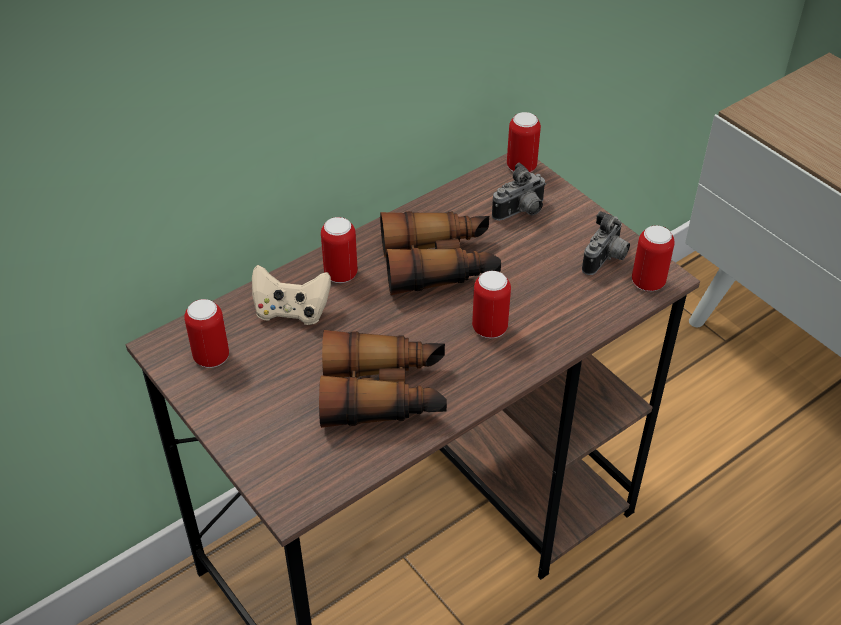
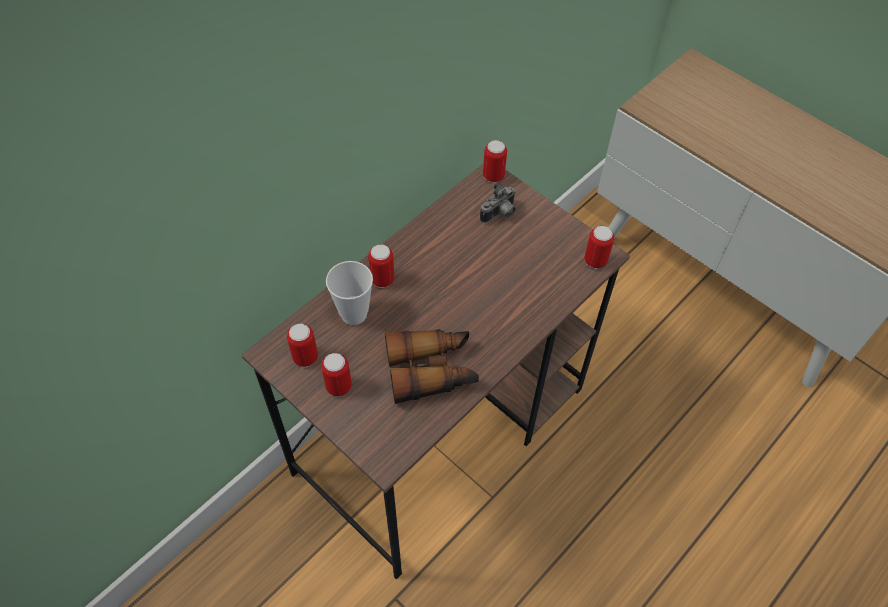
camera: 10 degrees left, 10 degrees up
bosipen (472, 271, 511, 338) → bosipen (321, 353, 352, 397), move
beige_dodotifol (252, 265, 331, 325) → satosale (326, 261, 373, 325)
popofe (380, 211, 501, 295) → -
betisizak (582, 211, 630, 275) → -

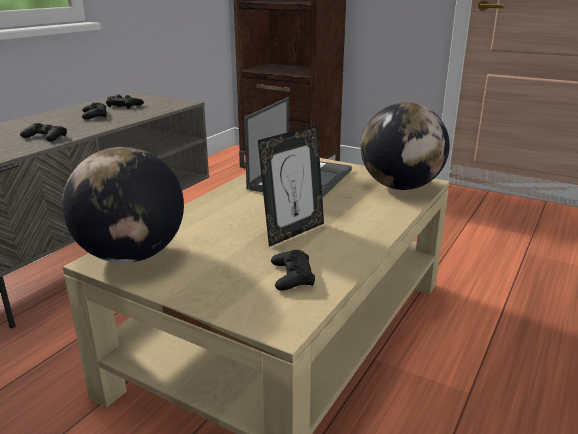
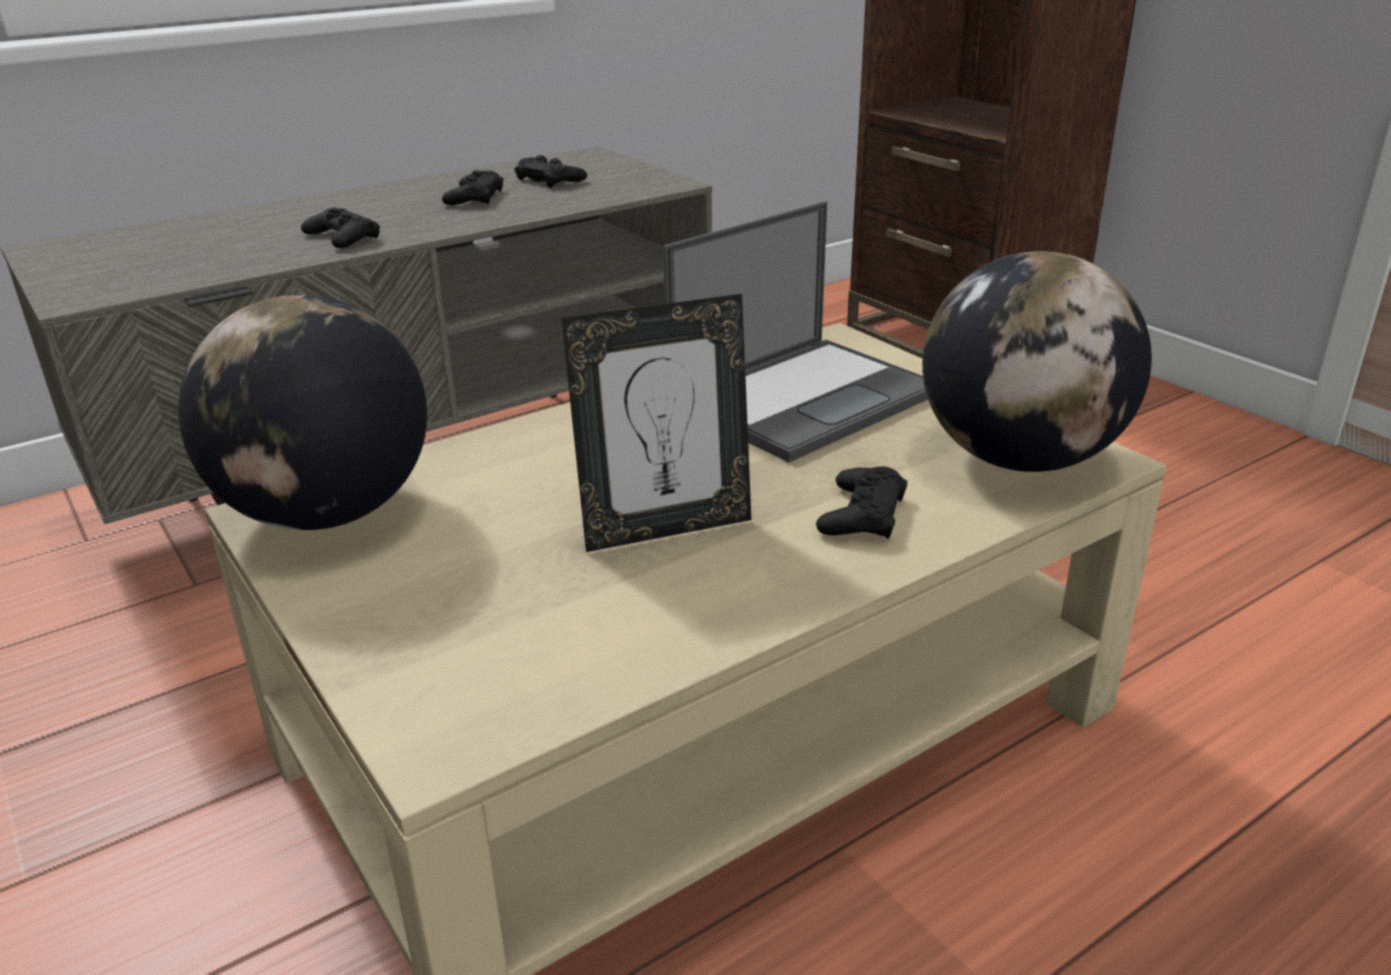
camera: 25 degrees right, 5 degrees up
black_dodotifol (271, 250, 315, 291) → black_dodotifol (816, 466, 907, 539), move

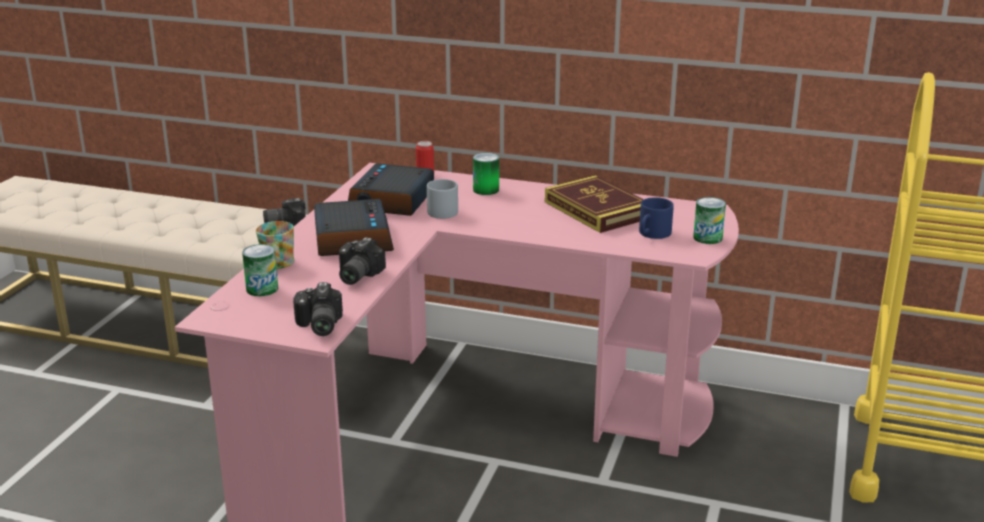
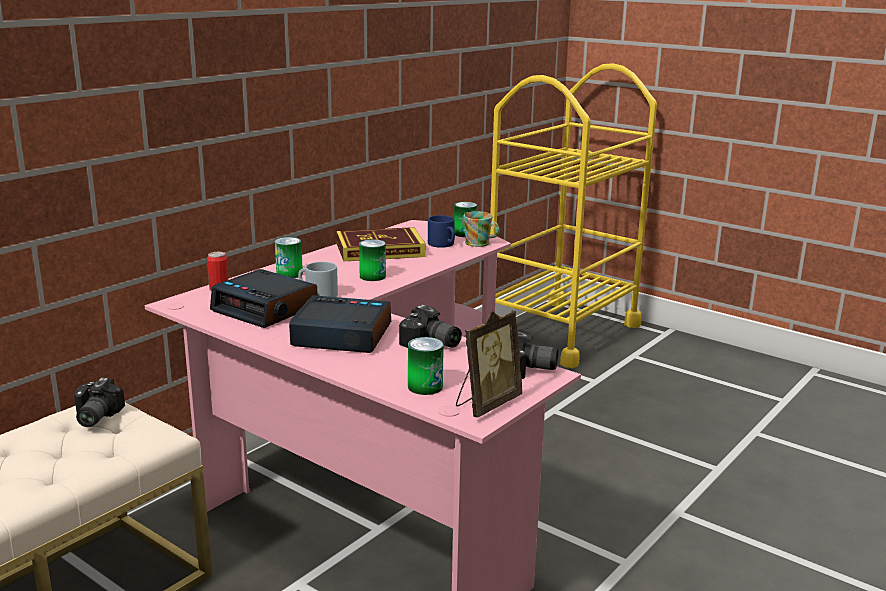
camera: 70 degrees left, 5 degrees down
- → bosipen (359, 239, 386, 281)
- → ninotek (456, 311, 522, 418)
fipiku (256, 221, 295, 269) → fipiku (464, 211, 500, 247), move

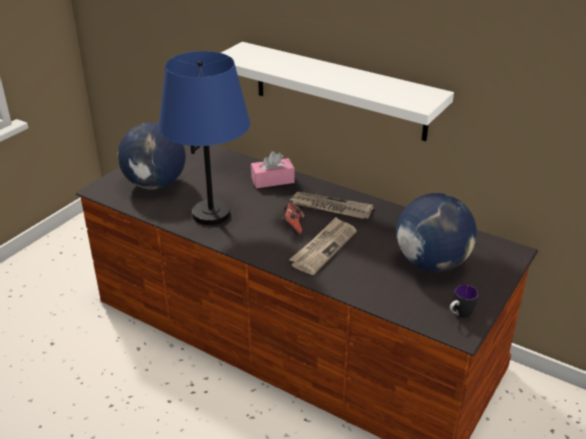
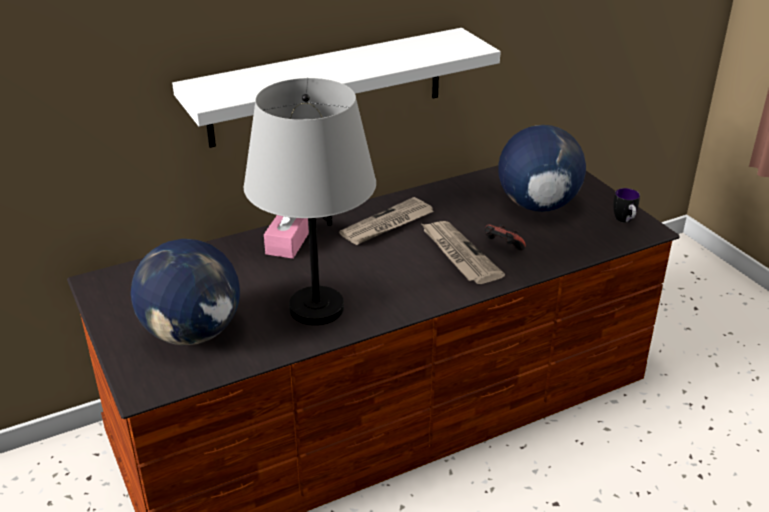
camera: 60 degrees left, 0 degrees up
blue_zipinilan (158, 51, 250, 225) → grey_zipinilan (244, 78, 376, 325)
dodotifol (282, 203, 304, 235) → dodotifol (485, 224, 526, 251), move

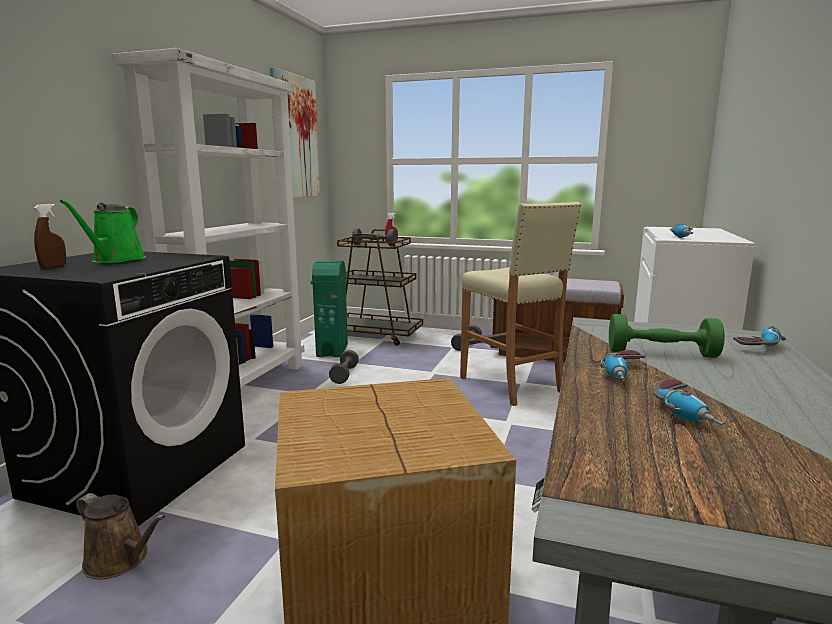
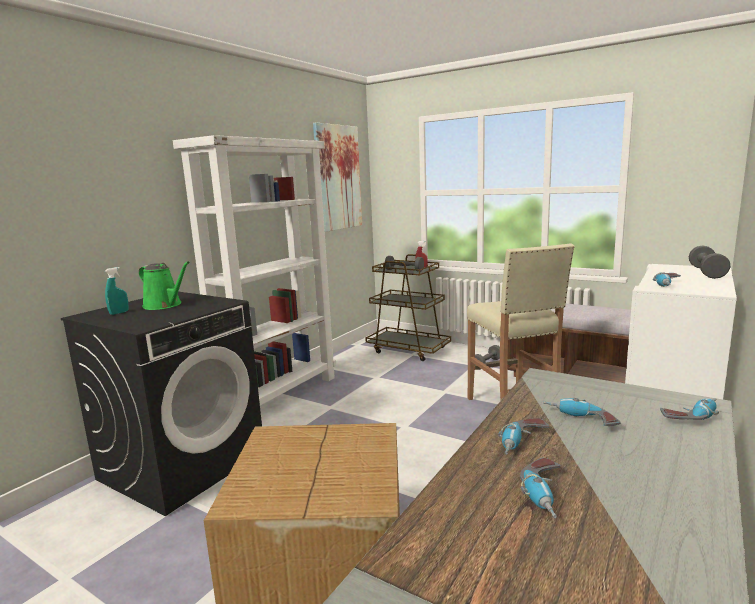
camera: 15 degrees right, 0 degrees up
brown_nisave (34, 204, 66, 268) → turquoise_nisave (105, 267, 129, 315)
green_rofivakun (60, 200, 146, 263) → green_rofivakun (139, 261, 190, 310), 75 degrees counterclockwise
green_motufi (609, 314, 725, 358) → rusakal (543, 398, 621, 426)
grey_motufi (329, 350, 359, 384) → grey_motufi (689, 245, 731, 279), move
brown_rofivakun (76, 493, 165, 579) → -
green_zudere (311, 260, 348, 357) → -

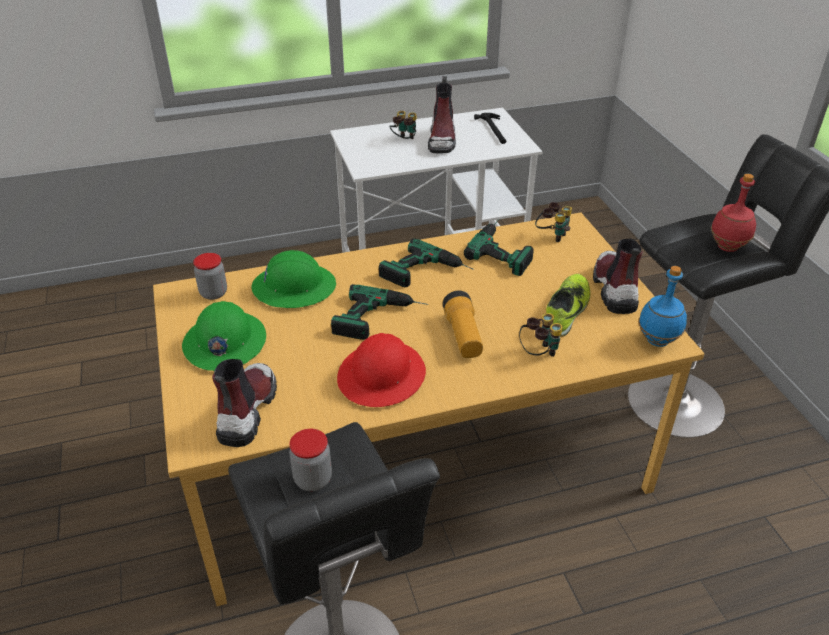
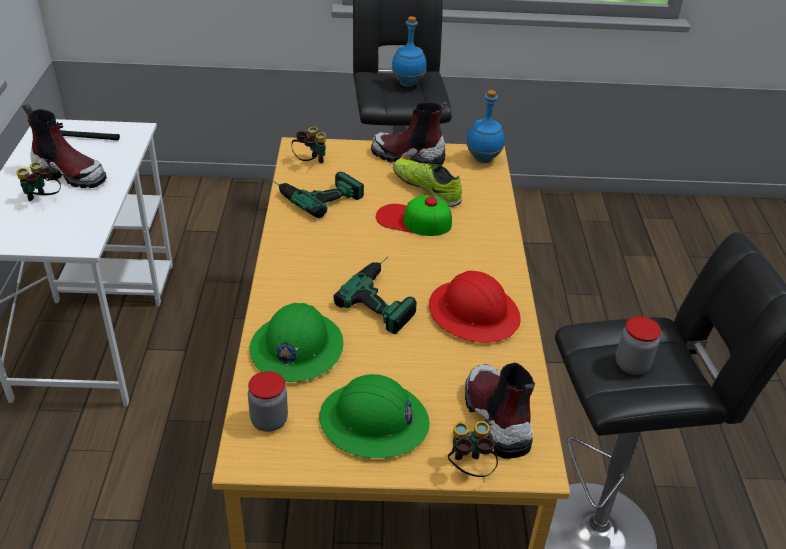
camera: 75 degrees left, 0 degrees up
- → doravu (376, 195, 452, 236)
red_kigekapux (711, 174, 756, 252) → blue_kigekapux (392, 16, 427, 87)
popofe (519, 313, 563, 357) → popofe (448, 421, 498, 477), move
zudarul (212, 359, 277, 447) → zudarul (465, 363, 535, 459), 45 degrees clockwise
rusakal (379, 238, 474, 287) → -
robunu (443, 291, 483, 358) → -

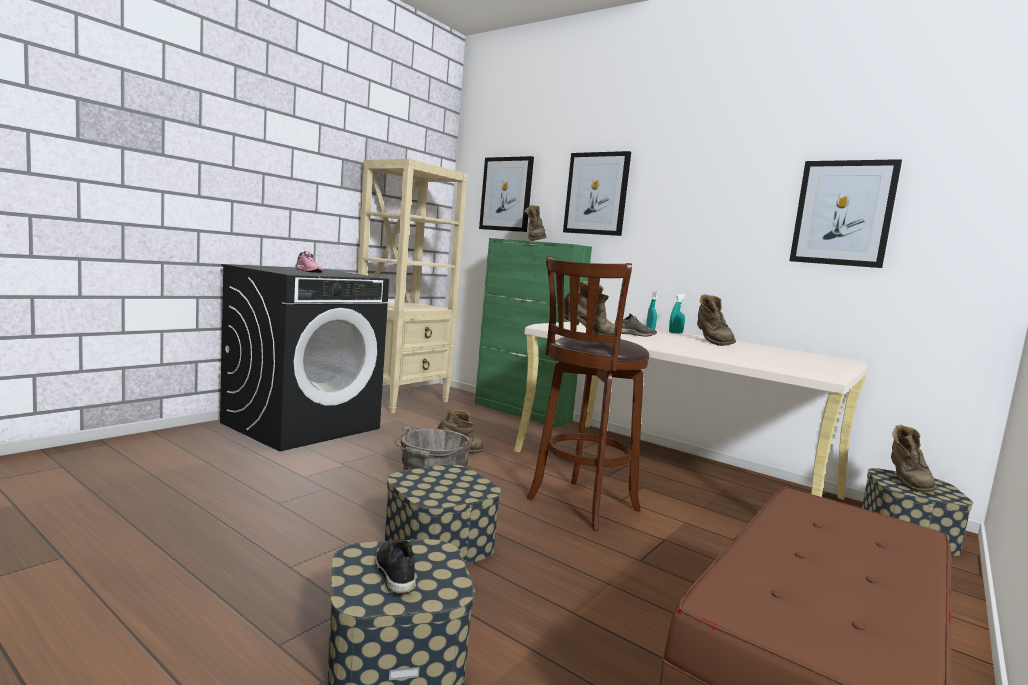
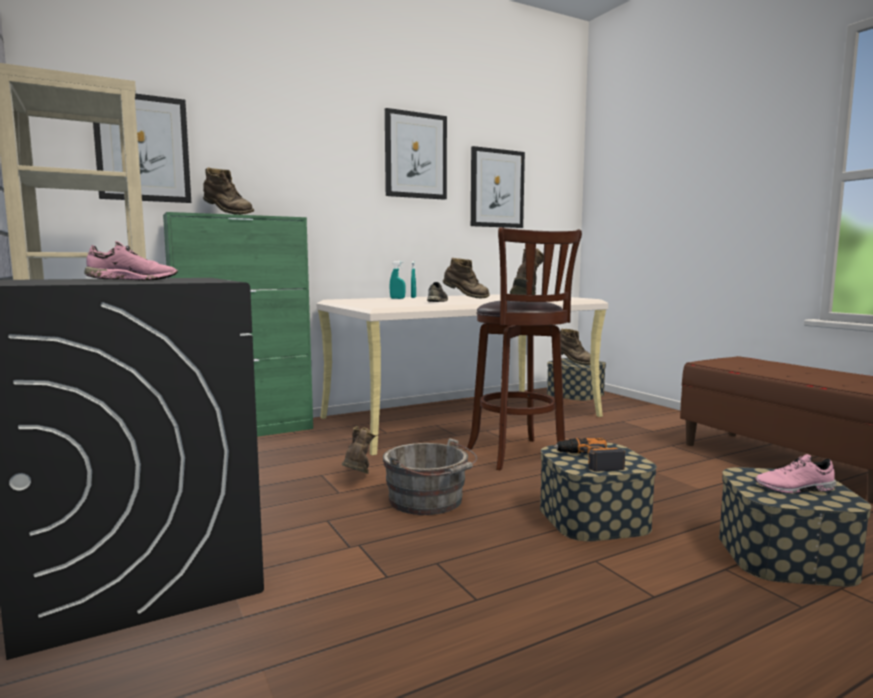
camera: 65 degrees left, 0 degrees up
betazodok (563, 151, 631, 236) → betazodok (385, 108, 447, 200), move
- → rusakal (554, 438, 625, 472)
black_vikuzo (375, 539, 416, 594) → pink_vikuzo (754, 454, 837, 494)

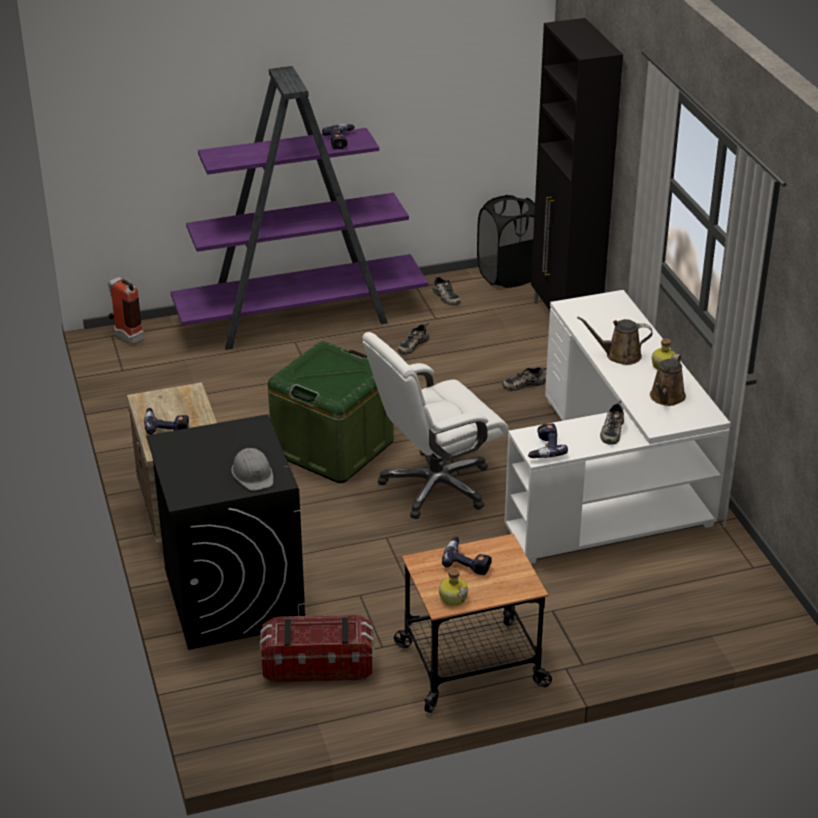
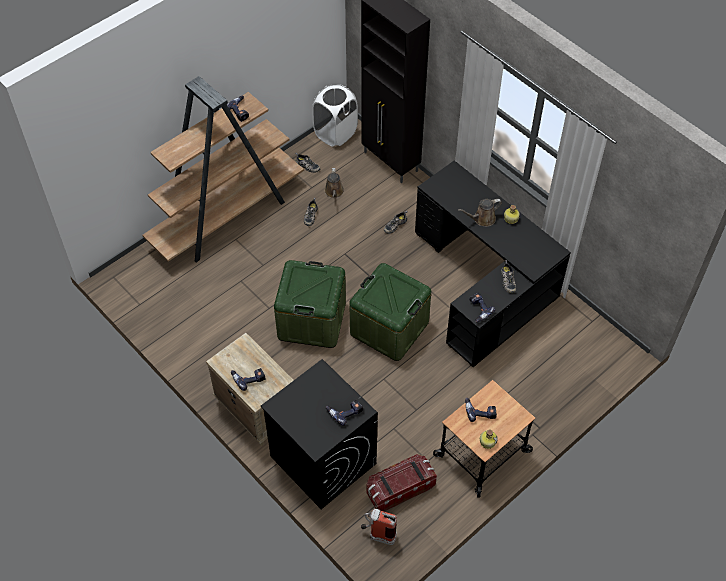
camera: 25 degrees left, 20 degrees up
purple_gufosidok (171, 66, 428, 350) → brown_gufosidok (143, 76, 304, 262)
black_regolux (477, 195, 535, 288) → white_regolux (312, 84, 358, 147)
brown_rofivakun (650, 354, 686, 406) → brown_rofivakun (325, 168, 344, 198), move
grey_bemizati (231, 448, 273, 491) → rusakal (326, 400, 363, 426)
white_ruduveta (362, 332, 509, 519) → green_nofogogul (349, 263, 431, 361)
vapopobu (108, 275, 144, 345) → vapopobu (361, 509, 397, 545), move
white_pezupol (505, 290, 730, 564) → black_pezupol (415, 160, 571, 367)

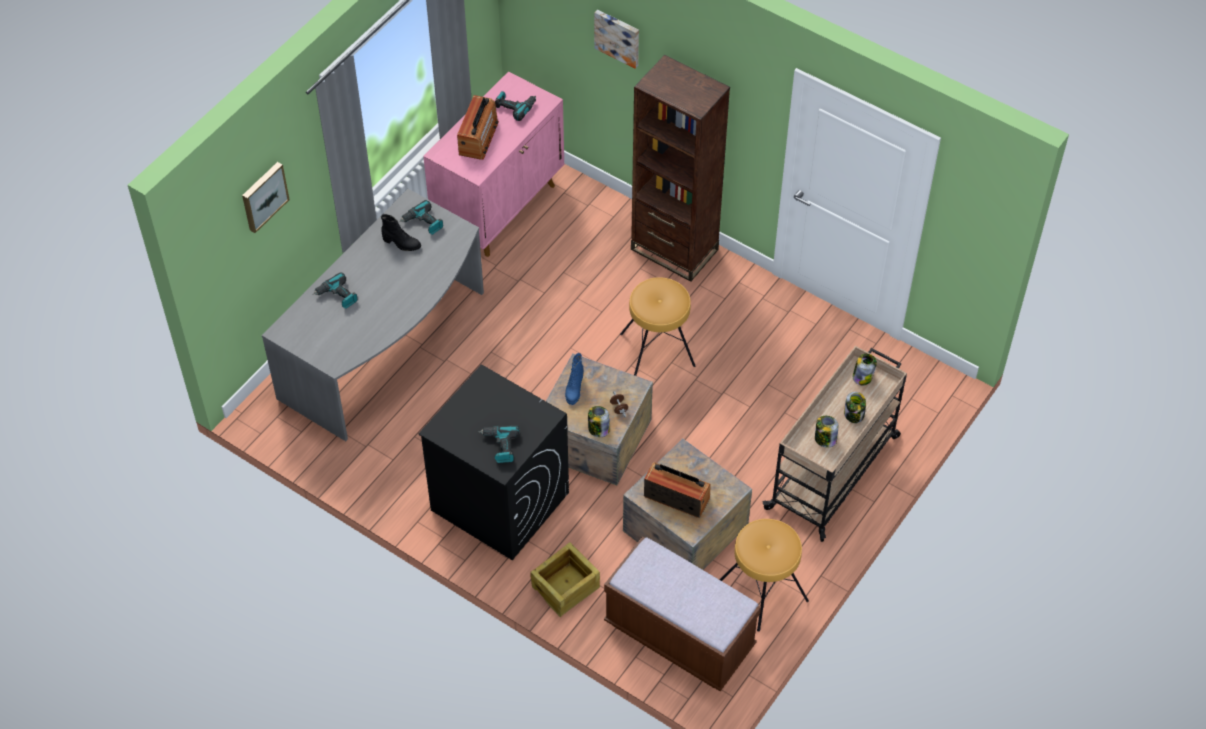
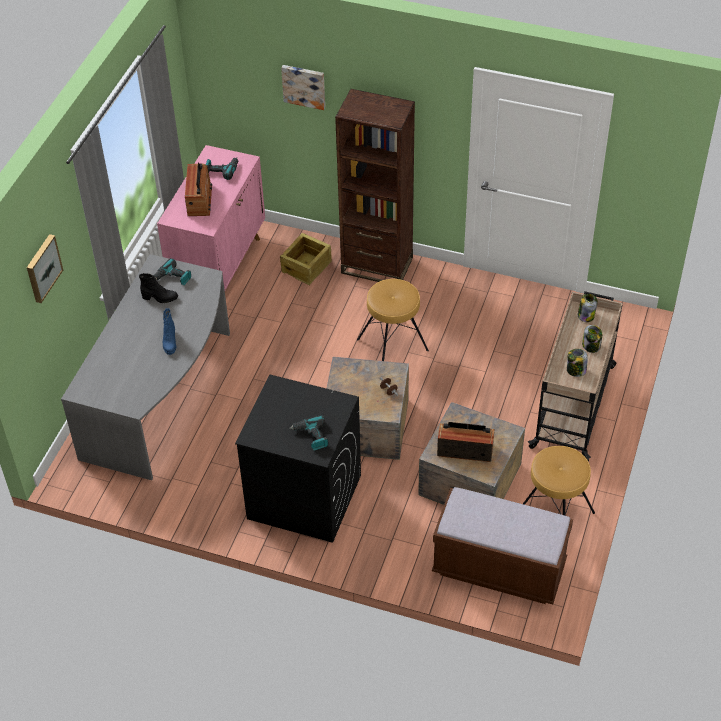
camera: 15 degrees left, 5 degrees down
blue_zudarul (565, 353, 584, 405) → blue_zudarul (163, 308, 177, 355), move
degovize (530, 542, 600, 618) → degovize (280, 233, 332, 285), move
rusakal (313, 272, 357, 309) → -
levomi (588, 406, 610, 437) → -

